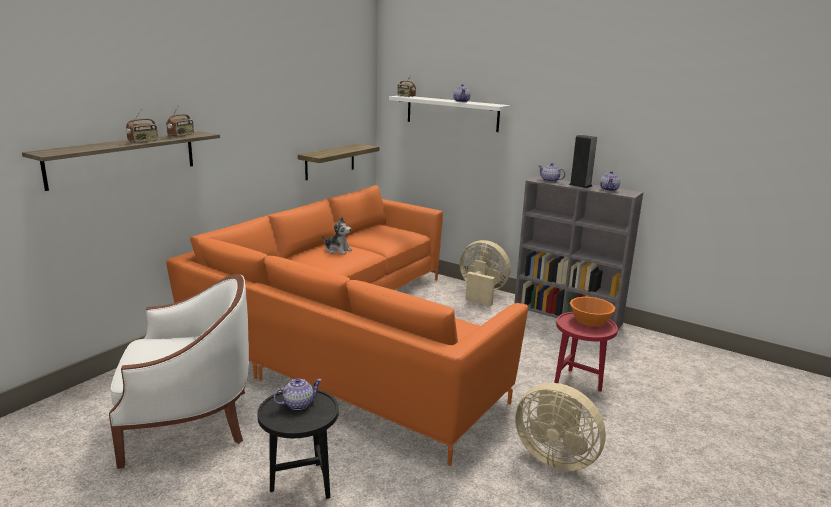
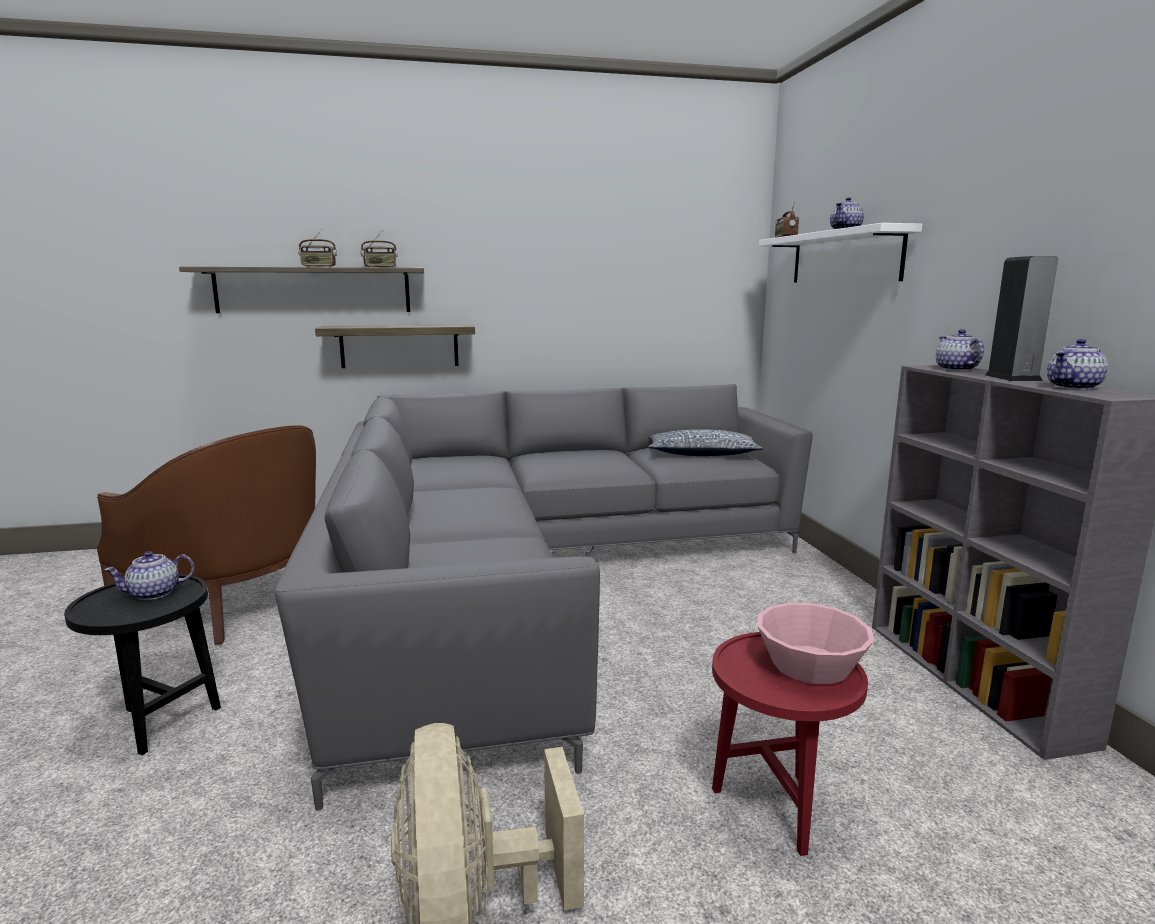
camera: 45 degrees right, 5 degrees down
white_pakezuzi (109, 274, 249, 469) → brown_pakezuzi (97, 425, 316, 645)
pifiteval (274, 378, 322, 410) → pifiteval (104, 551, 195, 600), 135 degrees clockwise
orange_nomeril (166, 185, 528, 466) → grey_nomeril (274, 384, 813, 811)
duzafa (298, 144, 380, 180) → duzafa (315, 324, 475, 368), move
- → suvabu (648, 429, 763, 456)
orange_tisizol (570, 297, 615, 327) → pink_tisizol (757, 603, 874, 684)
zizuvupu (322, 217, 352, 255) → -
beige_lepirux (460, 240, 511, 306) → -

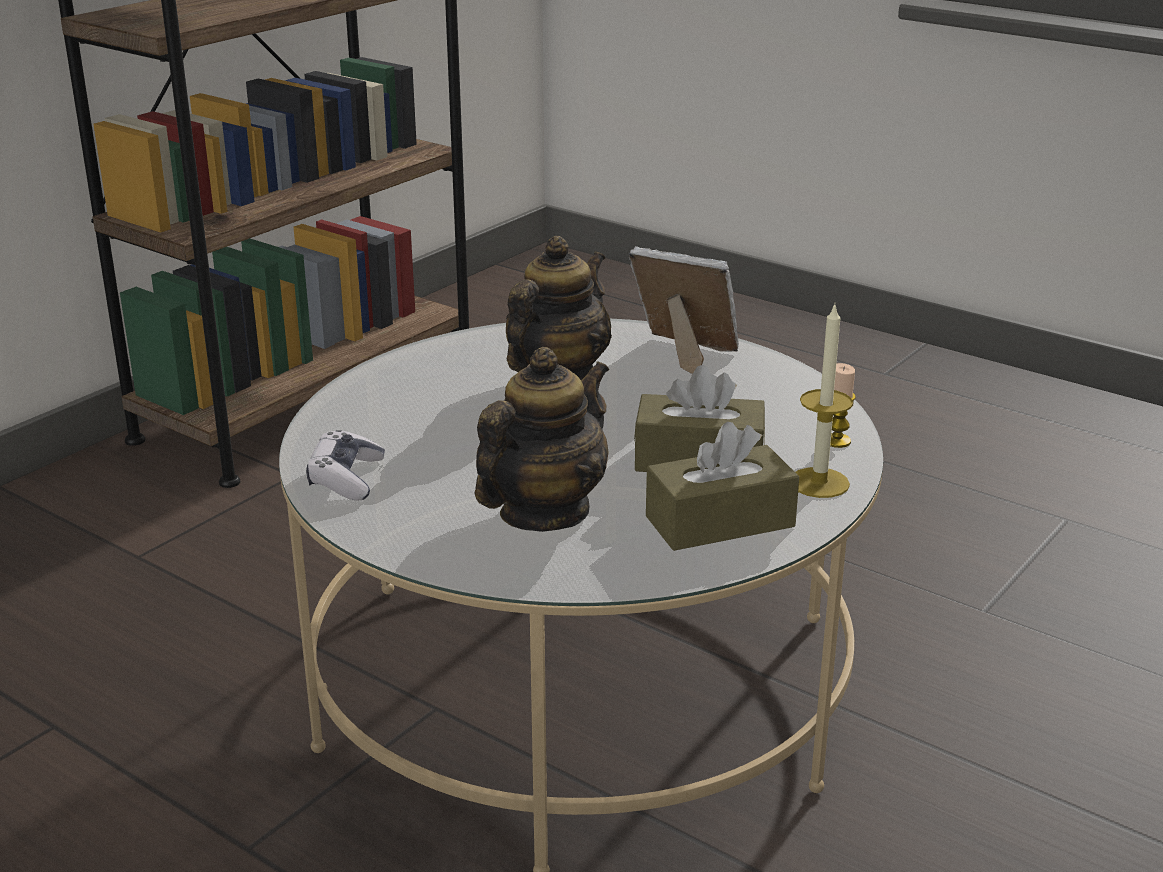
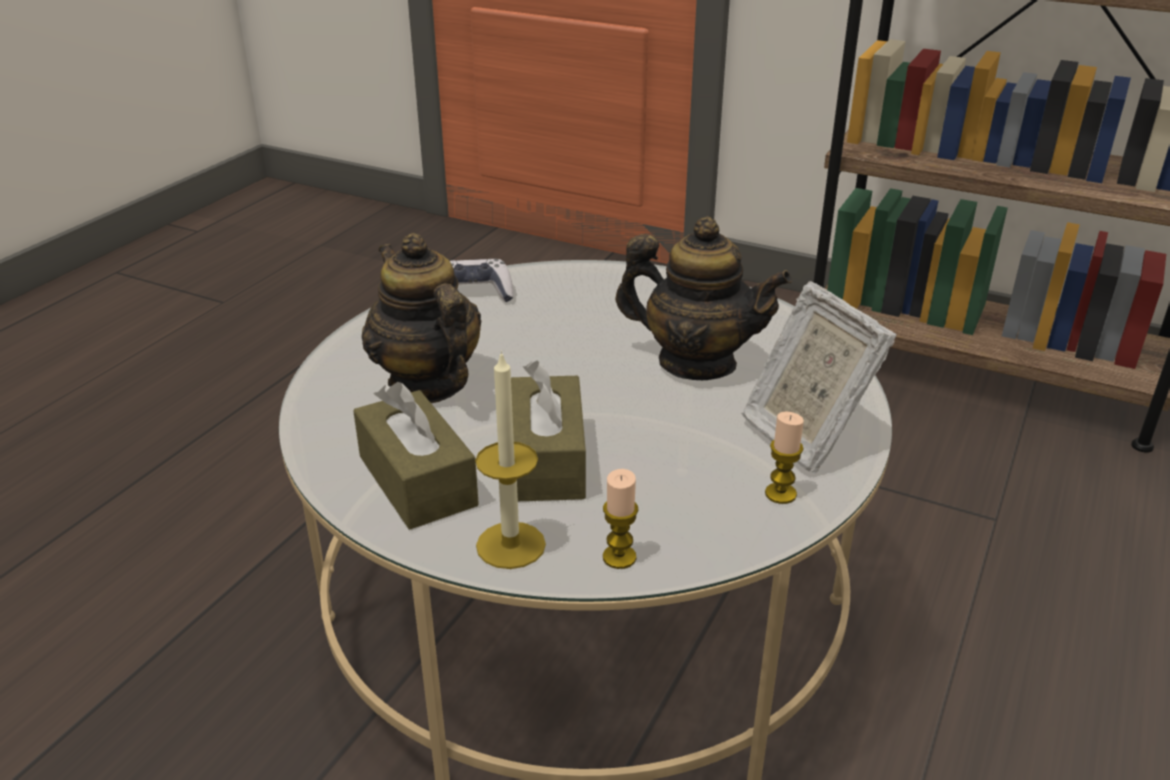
camera: 80 degrees right, 5 degrees up
pifiteval (475, 347, 609, 532) → pifiteval (362, 233, 482, 403), 150 degrees counterclockwise
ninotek (629, 246, 739, 374) → ninotek (741, 281, 897, 474), 135 degrees clockwise
- → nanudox (765, 412, 804, 504)

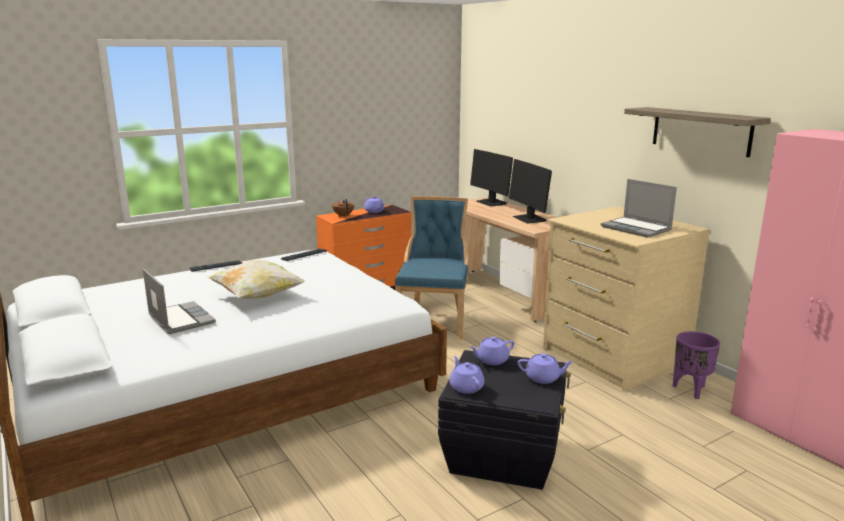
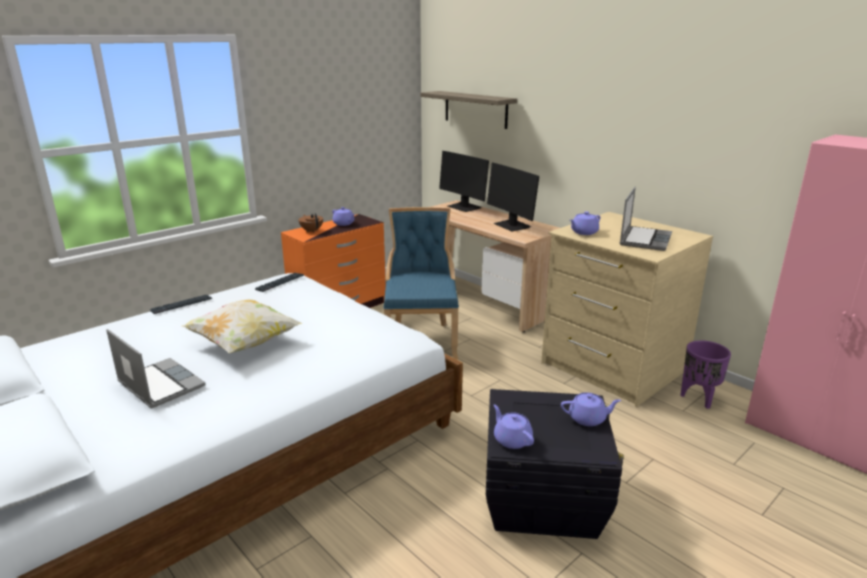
camera: 10 degrees left, 5 degrees up
duzafa (624, 107, 771, 157) → duzafa (420, 91, 517, 129), move
purple_pifiteval (469, 337, 514, 365) → purple_pifiteval (570, 211, 600, 235), move
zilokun (601, 179, 677, 238) → zilokun (620, 187, 672, 251), 105 degrees counterclockwise

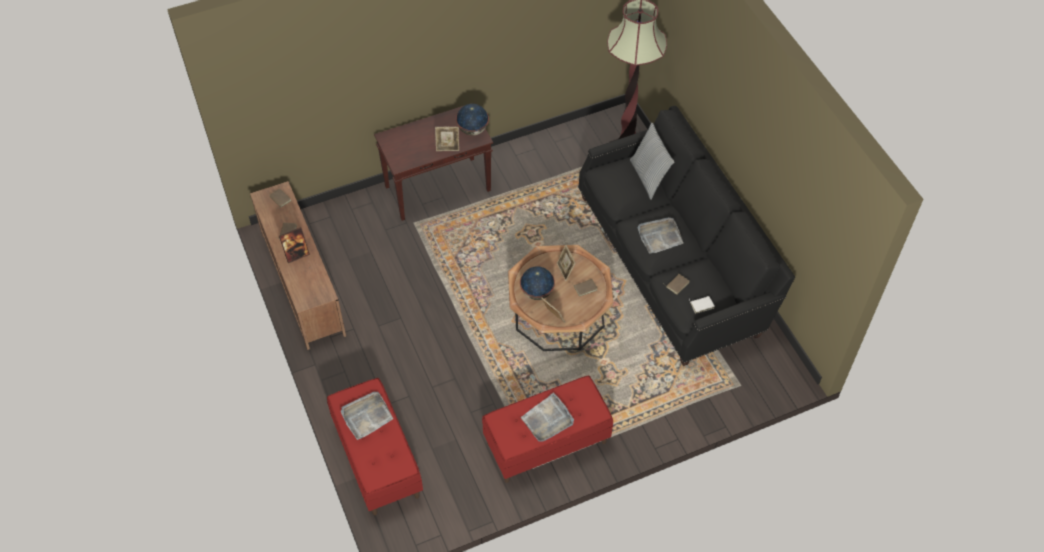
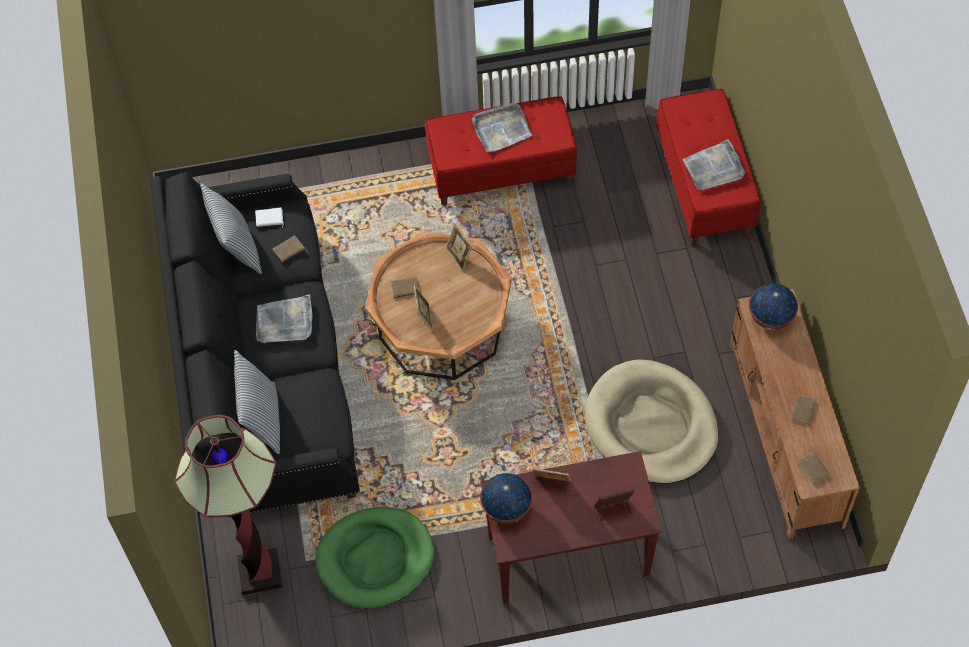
camera: 165 degrees left, 5 degrees up
- → suvabu (200, 183, 262, 274)
- → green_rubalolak (315, 507, 434, 608)
- → beige_rubalolak (585, 359, 719, 484)
ninotek (279, 227, 310, 263) → ninotek (595, 489, 635, 521), move
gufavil (520, 266, 555, 300) → gufavil (749, 283, 798, 330), move

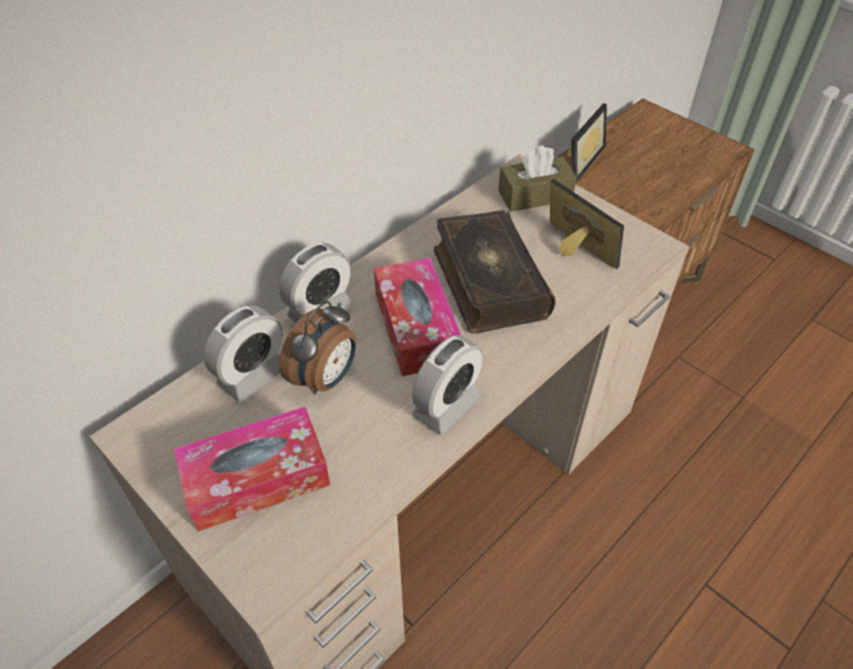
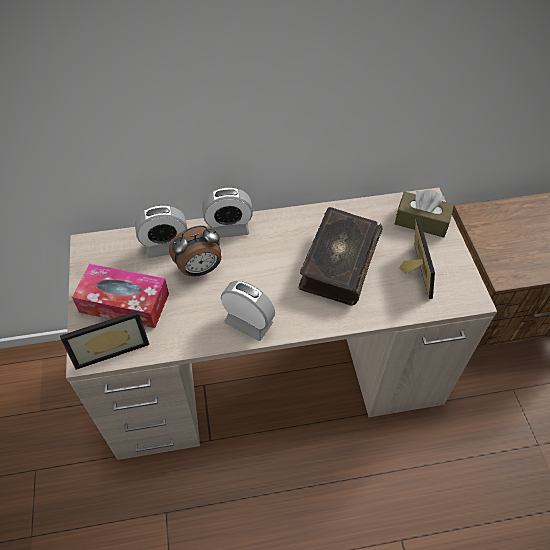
camera: 35 degrees right, 5 degrees up
ninotek (568, 103, 607, 182) → ninotek (60, 311, 149, 370), move
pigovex (412, 335, 483, 435) → pigovex (221, 281, 275, 341), 135 degrees counterclockwise
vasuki (374, 258, 461, 376) → -

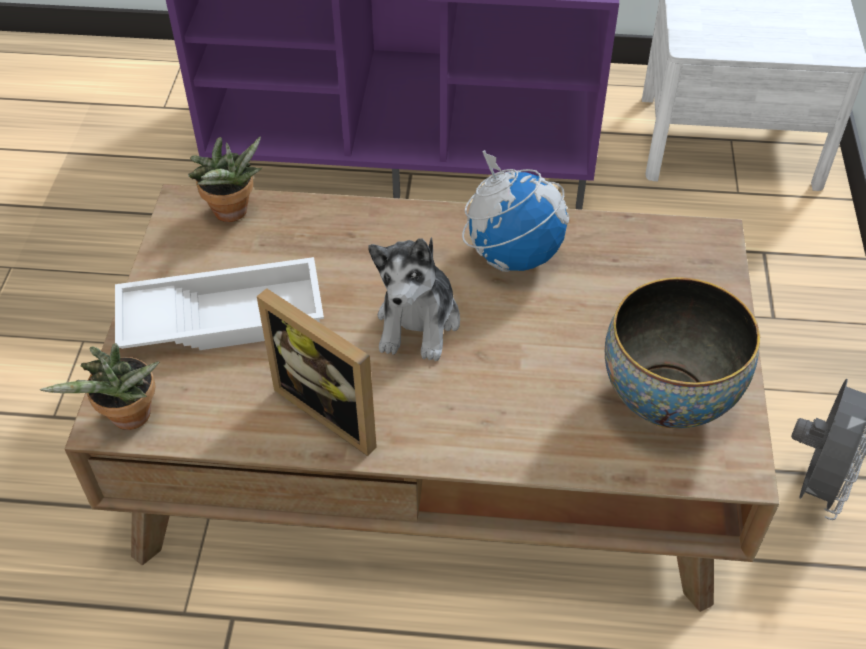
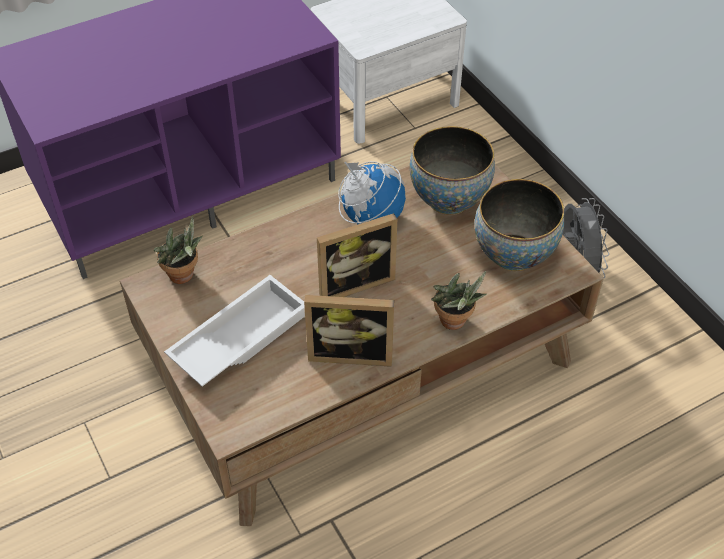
camera: 35 degrees left, 0 degrees up
zizuvupu (368, 237, 460, 361) → ninotek (317, 213, 397, 297)
- → tisizol (410, 126, 495, 215)
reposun (40, 343, 159, 430) → reposun (431, 271, 486, 330), move

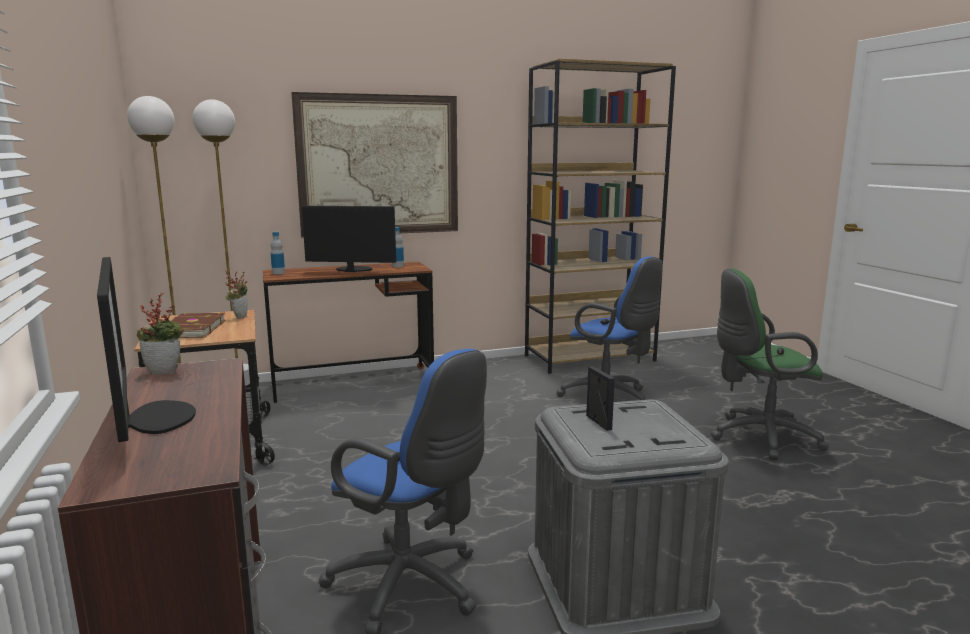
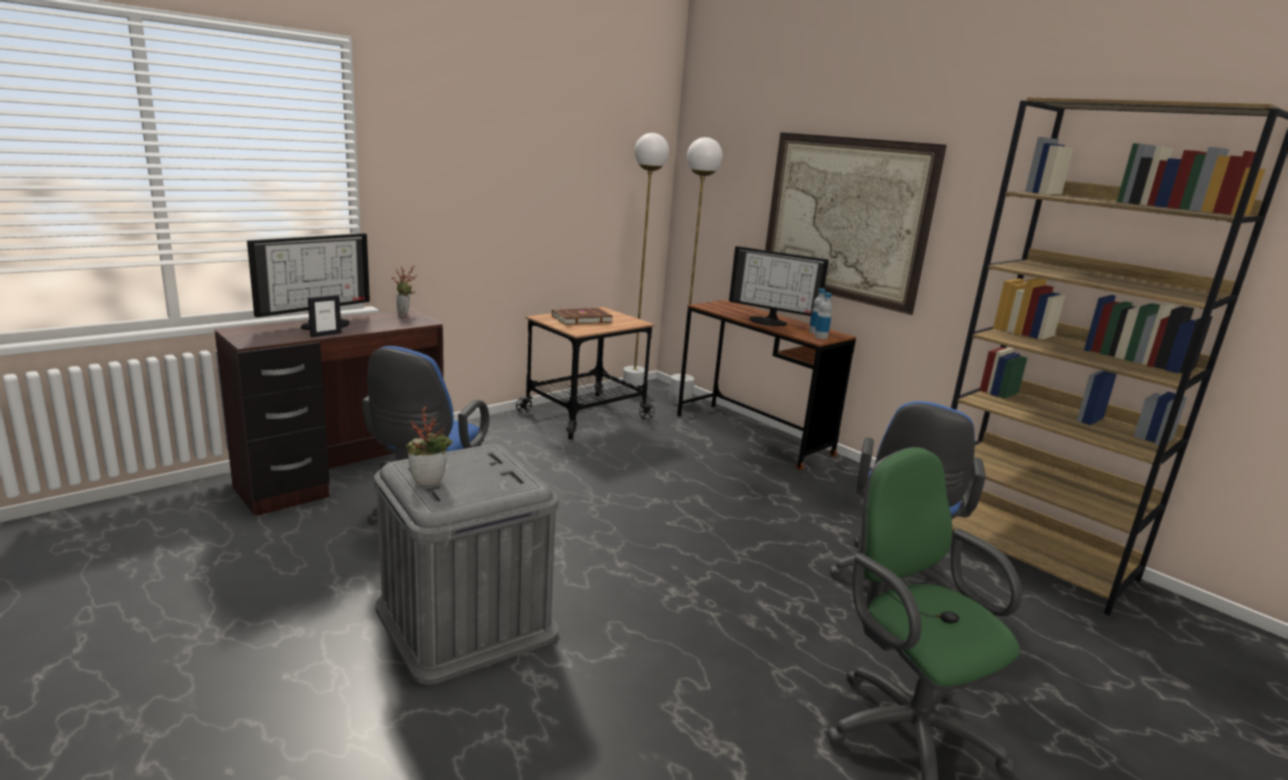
camera: 65 degrees right, 5 degrees up
ninotek (586, 366, 615, 431) → ninotek (308, 294, 342, 337), move
reposun (225, 270, 248, 319) → reposun (406, 407, 453, 485), move
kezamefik (302, 206, 396, 272) → kezamefik (729, 246, 829, 326), 135 degrees clockwise
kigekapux (271, 232, 285, 274) → kigekapux (814, 292, 832, 339), move

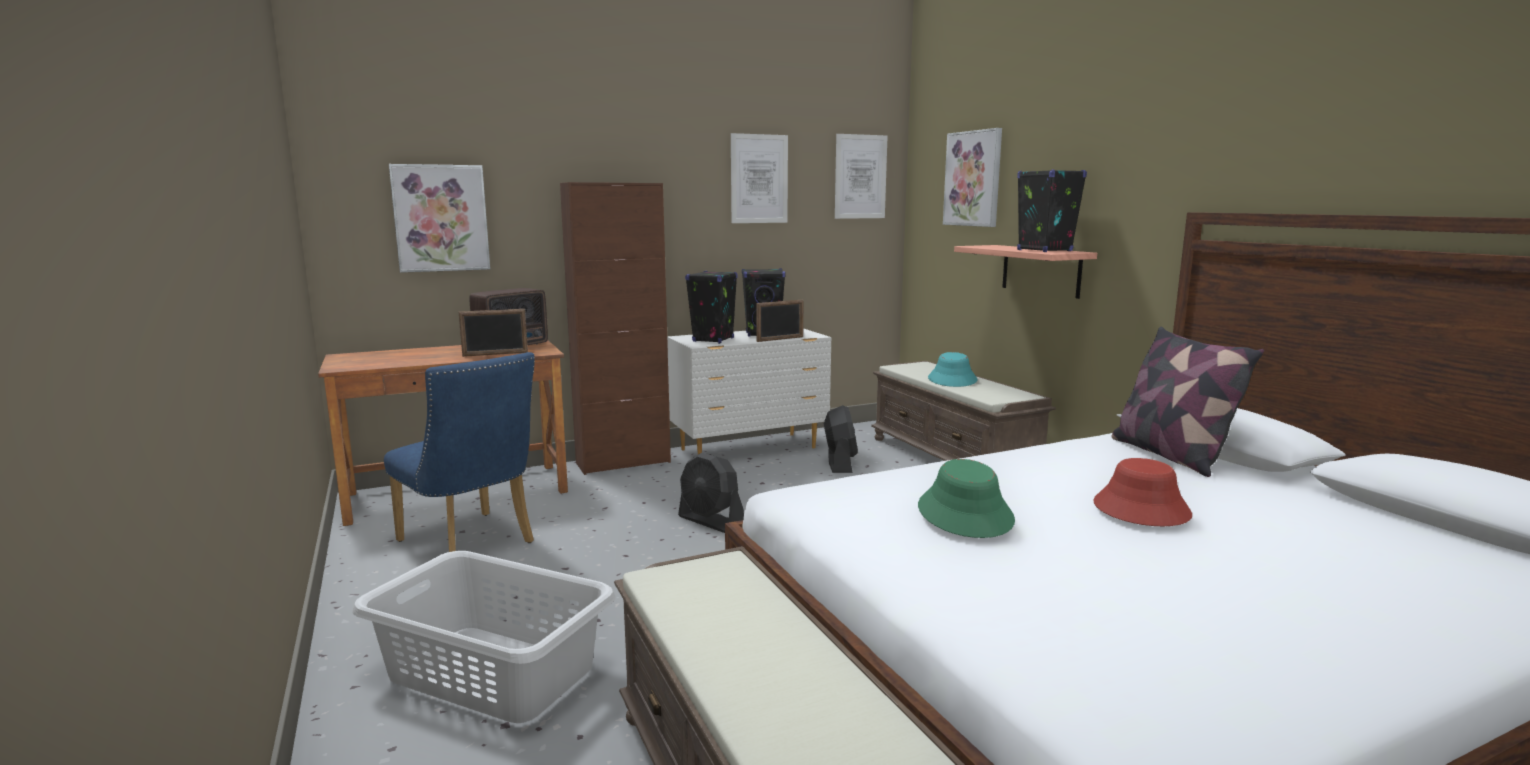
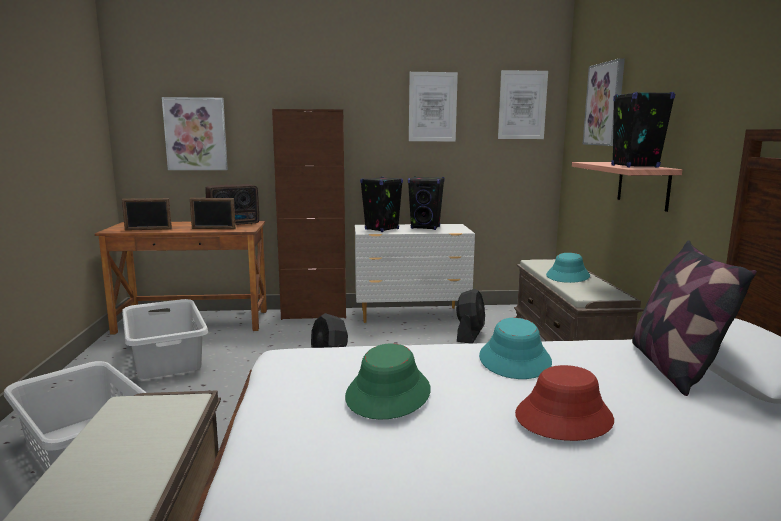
camera: 20 degrees right, 0 degrees up
ninotek (757, 300, 804, 342) → ninotek (122, 198, 172, 231), move
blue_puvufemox (384, 352, 535, 552) → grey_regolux (122, 299, 208, 379)
- → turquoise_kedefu (479, 318, 552, 379)

